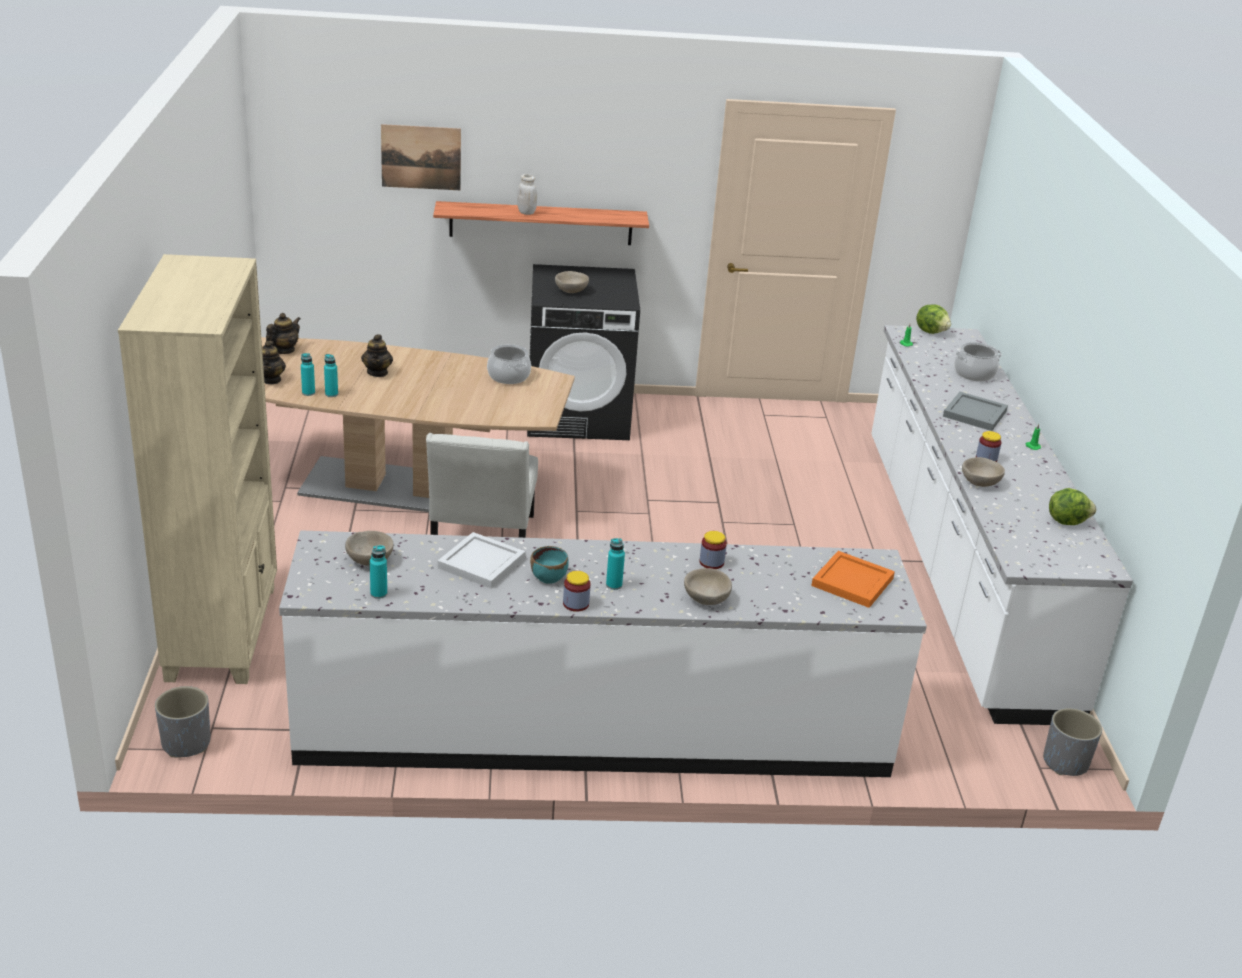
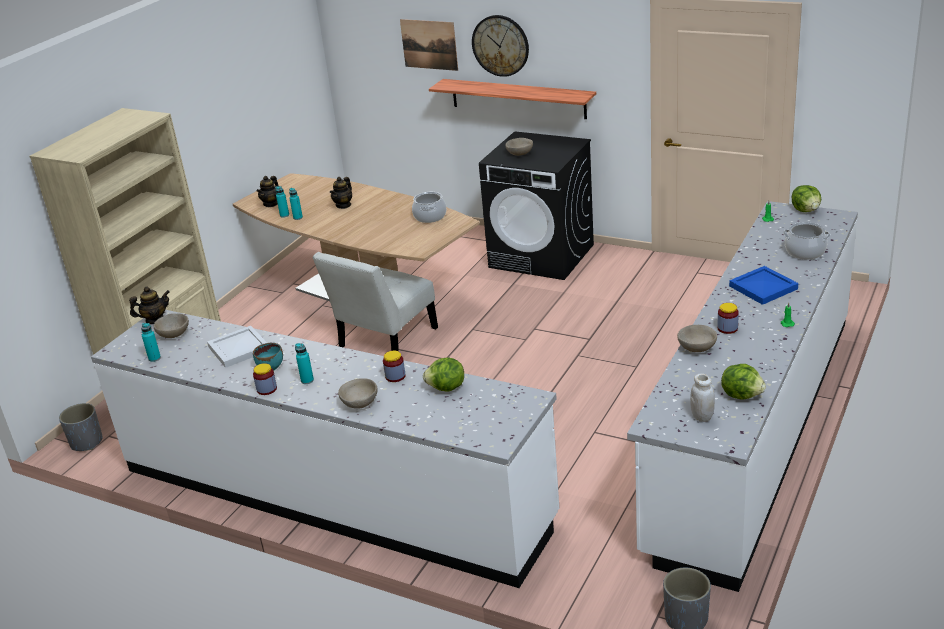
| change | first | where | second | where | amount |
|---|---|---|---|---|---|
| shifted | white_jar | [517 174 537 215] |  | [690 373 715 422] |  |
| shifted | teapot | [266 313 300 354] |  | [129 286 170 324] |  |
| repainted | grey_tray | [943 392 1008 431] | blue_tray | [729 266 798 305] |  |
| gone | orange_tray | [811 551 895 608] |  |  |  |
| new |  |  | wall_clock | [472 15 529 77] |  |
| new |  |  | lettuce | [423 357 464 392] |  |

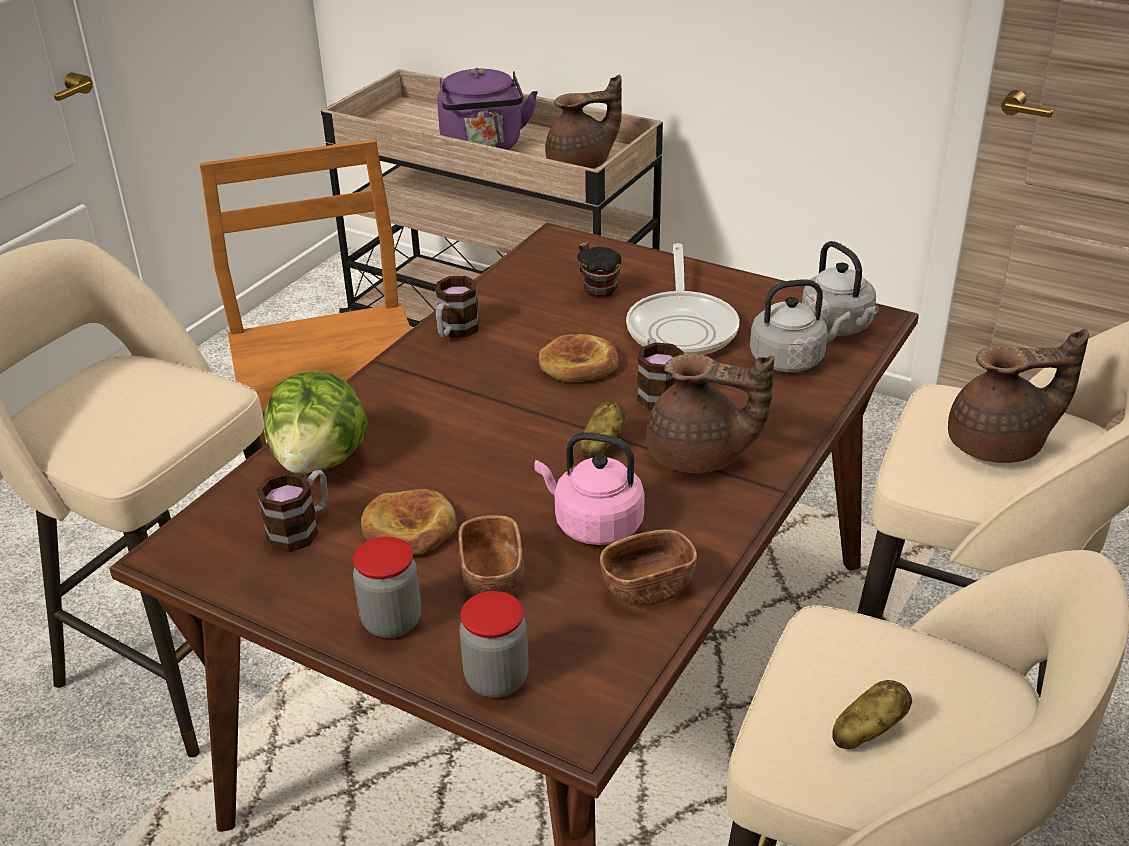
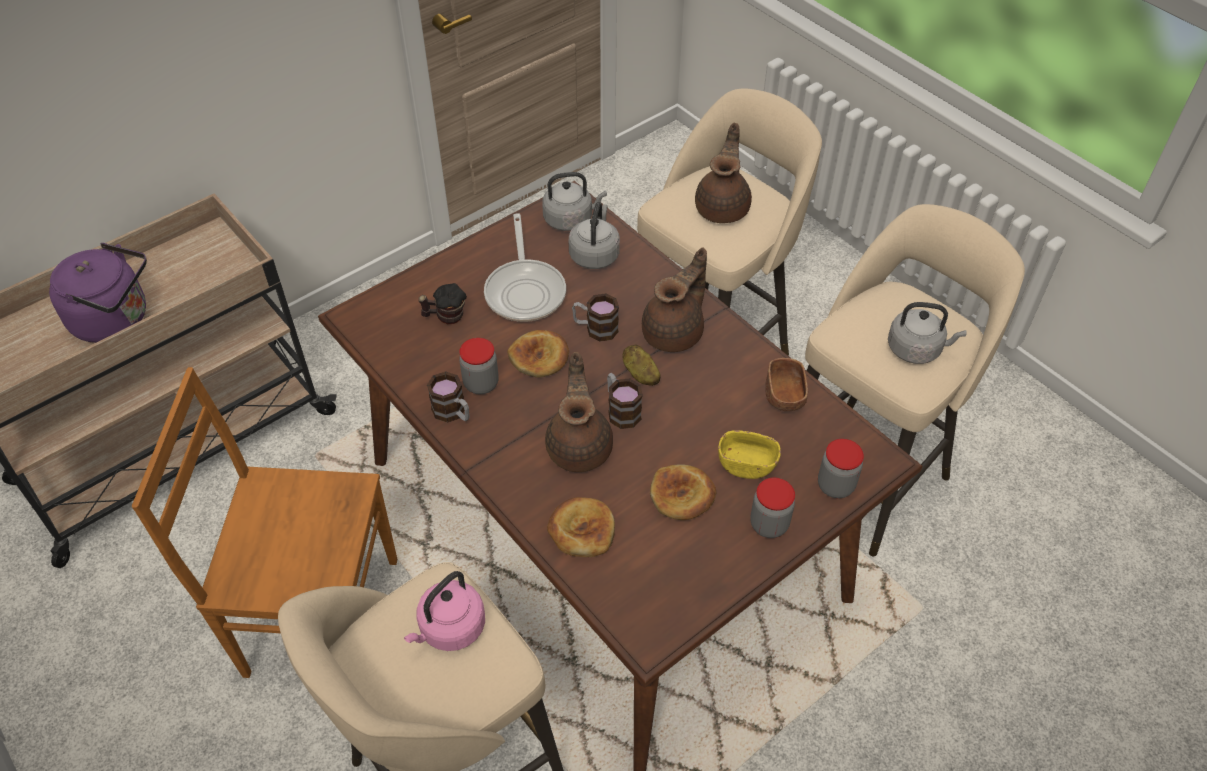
| change | first | where | second | where | amount |
|---|---|---|---|---|---|
| shifted | brown_teapot | [545 75 622 169] |  | [545 352 613 472] |  |
| rotated | frying_pan | [626 243 739 355] |  | [484 213 566 322] | 60 degrees clockwise |
| swapped | lettuce | [264 371 368 474] | bread | [547 497 615 557] |  |
| shifted | pink_kettle | [534 432 645 545] |  | [404 571 485 651] |  |
| shifted | mug | [256 470 328 552] |  | [607 373 643 429] |  |
| repainted | brown_bowl | [458 515 525 594] | yellow_bowl | [718 430 781 479] |  |
| swapped | potato | [832 680 912 749] | grey_kettle | [888 302 967 364] |  |
| new |  |  | jar | [459 338 499 394] |  |

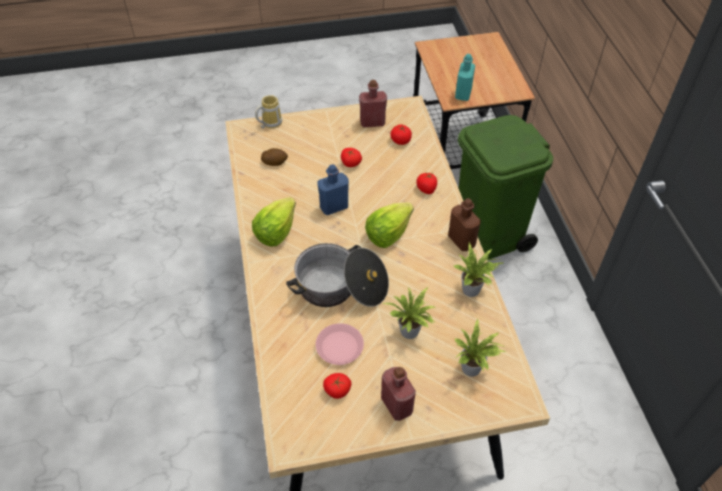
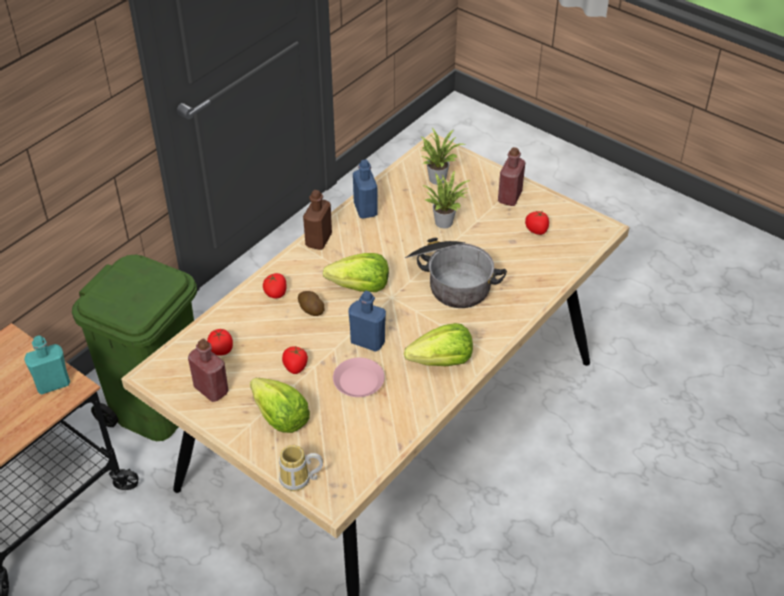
| change | first | where | second | where | amount |
|---|---|---|---|---|---|
| shifted | potato | [261 148 288 166] |  | [298 291 324 316] |  |
| swapped | potted_plant | [454 243 503 297] | blue_bottle | [353 159 378 219] |  |
| shifted | pink_plate | [316 323 364 365] |  | [333 358 385 397] |  |
| new |  |  | lettuce | [250 378 310 433] |  |

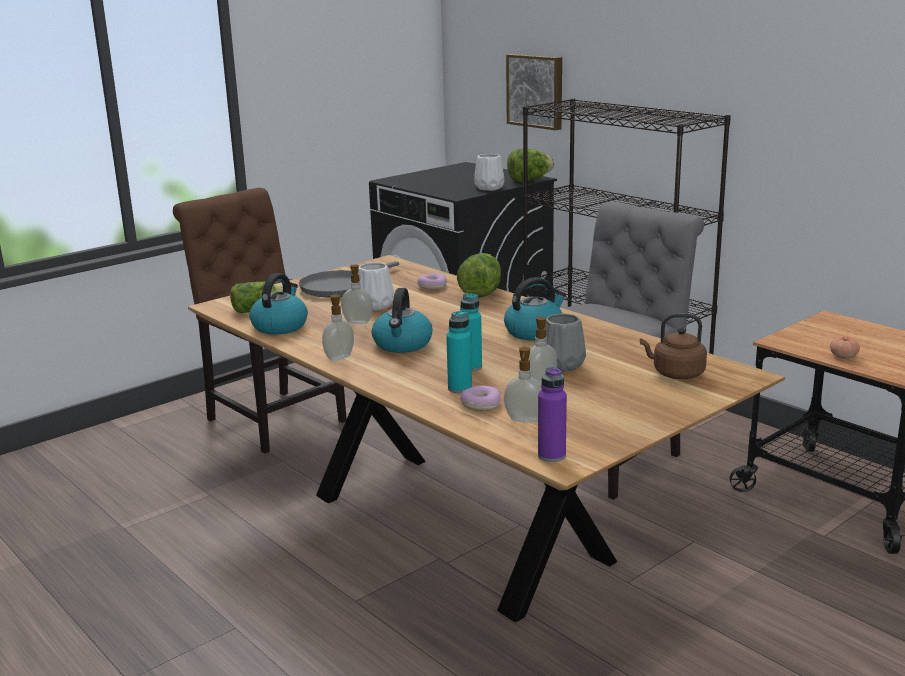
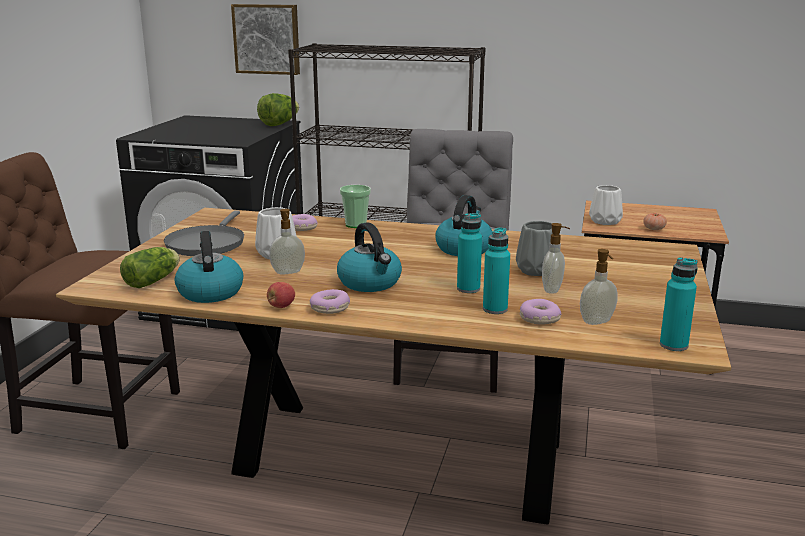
| change | first | where | second | where | amount |
|---|---|---|---|---|---|
| shifted | white_vase | [474 154 504 191] |  | [589 185 623 225] |  |
| swapped | lettuce | [457 253 501 298] | cup | [340 185 371 228] |  |
| swapped | soap_dispenser | [322 295 354 361] | donut | [310 289 350 314] |  |
| gone | brown_kettle | [640 313 707 379] |  |  |  |
| repainted | purple_bottle | [538 367 567 462] | turquoise_bottle | [660 257 698 351] |  |
| new |  |  | apple | [267 282 295 308] |  |

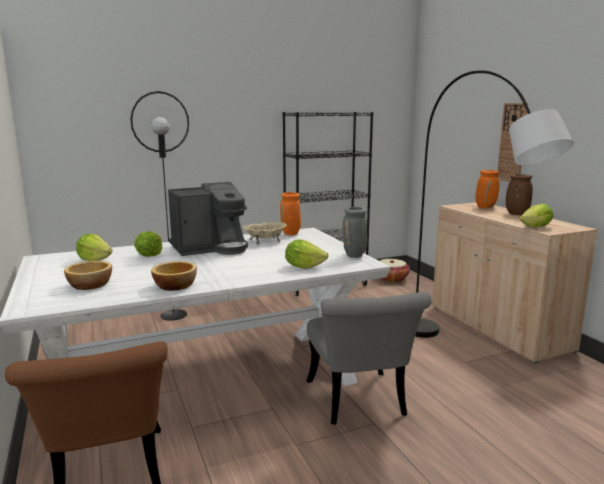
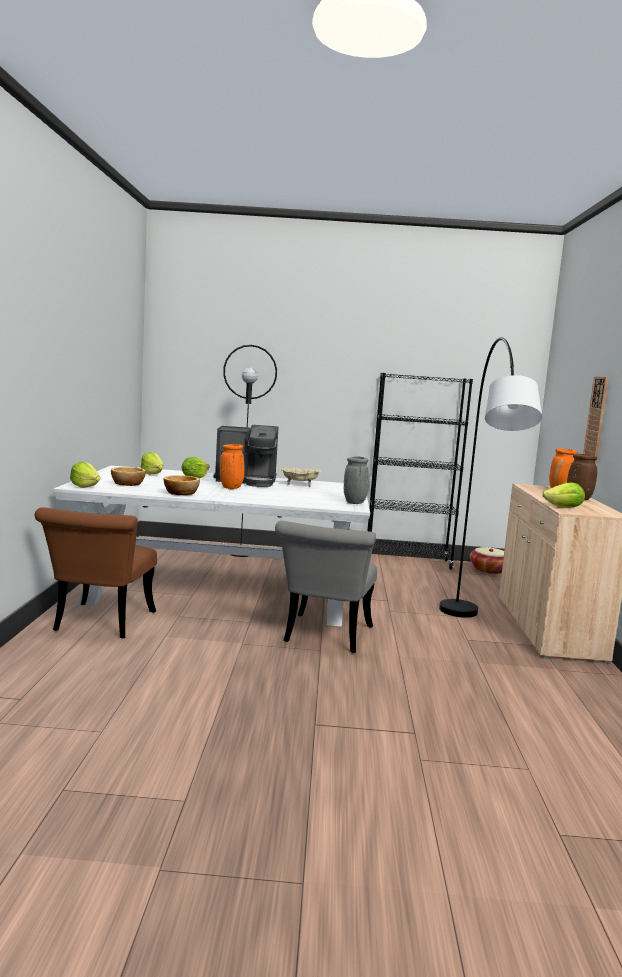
| change | first | where | second | where | amount |
|---|---|---|---|---|---|
| shifted | orange_vase | [280 192 301 235] |  | [220 444 244 489] |  |
| shifted | lettuce | [285 239 329 269] |  | [70 462 100 488] |  |

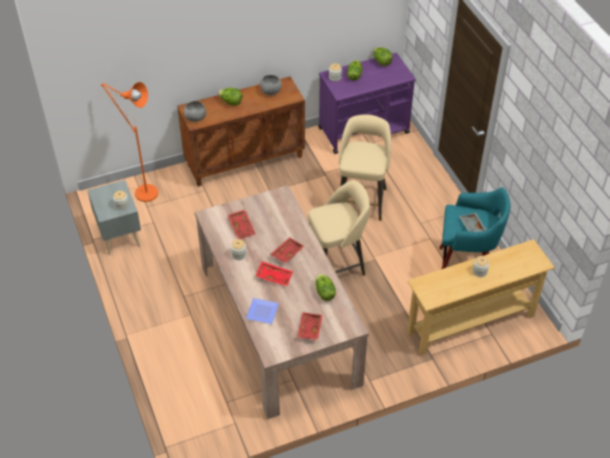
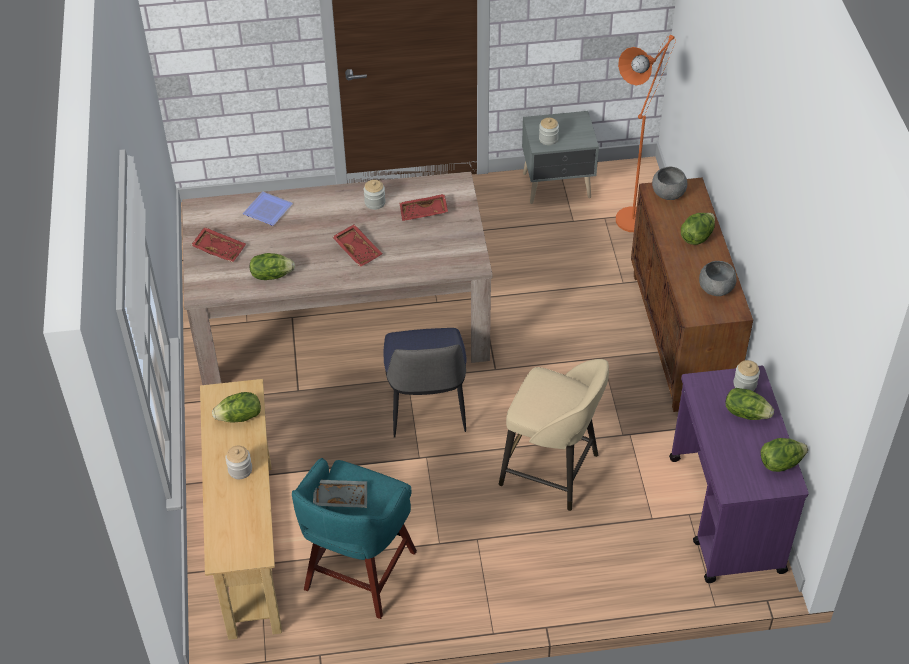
| change | first | where | second | where | amount |
|---|---|---|---|---|---|
| swapped | beige_stool | [308 180 370 276] | chair | [383 328 466 438] |  |
| gone | red_tray | [256 261 293 286] |  |  |  |
| new |  |  | lettuce | [212 392 261 422] |  |

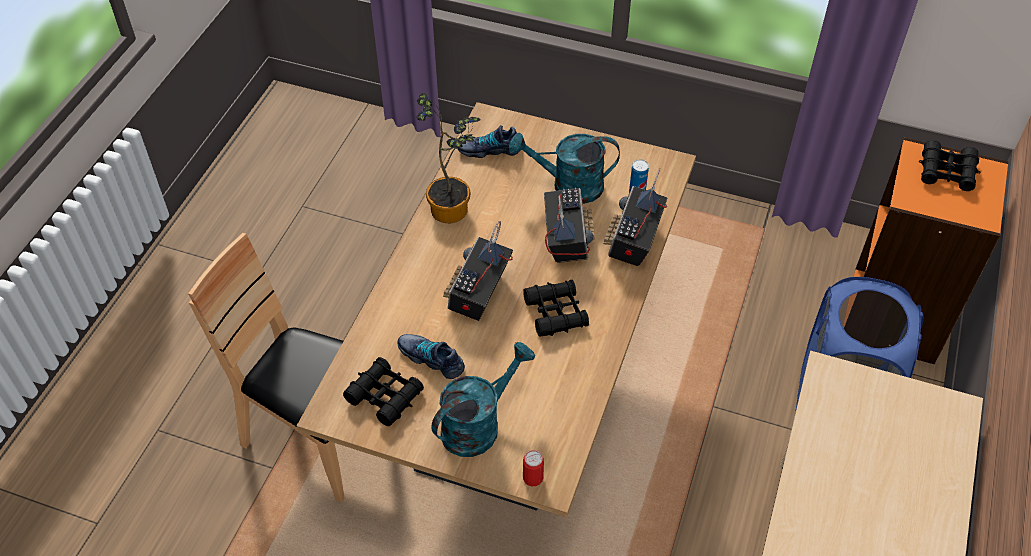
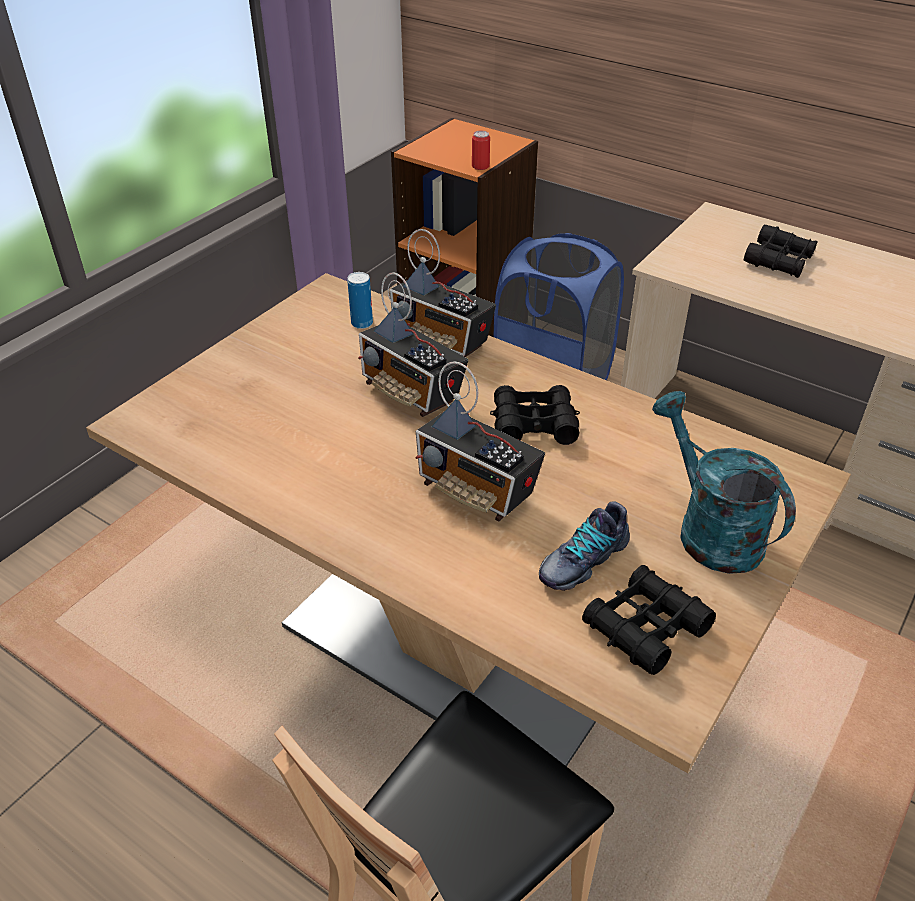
| change | first | where | second | where | amount |
|---|---|---|---|---|---|
| gone | potted_plant | [416 93 481 223] |  |  |  |
| gone | shoe | [458 125 520 158] |  |  |  |
| gone | turquoise_watering_can | [509 133 620 204] |  |  |  |
| shifted | black_binoculars | [919 140 980 191] |  | [744 225 817 278] |  |
| rotated | radio | [544 188 595 263] |  | [358 272 468 417] | 150 degrees counterclockwise |
| shifted | can | [523 450 544 486] |  | [472 131 490 170] |  |

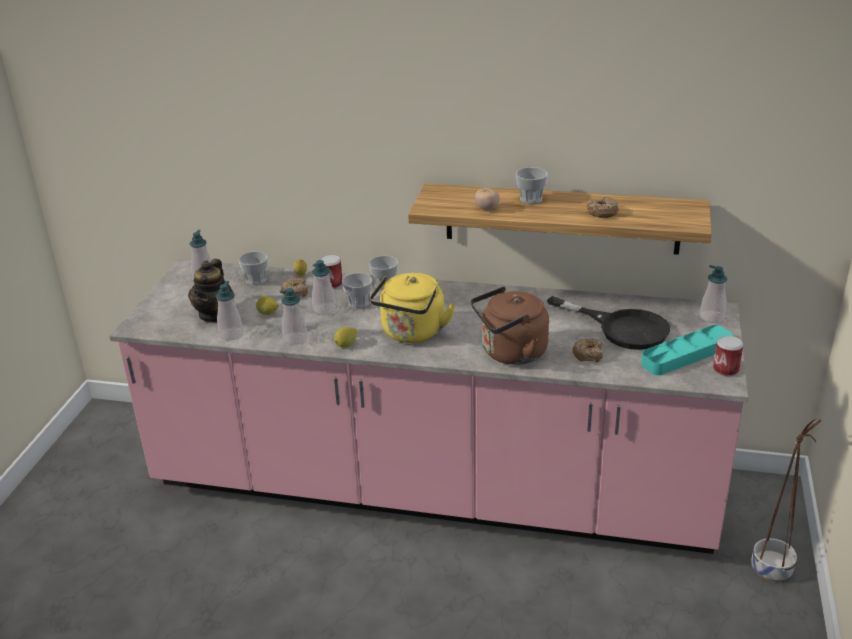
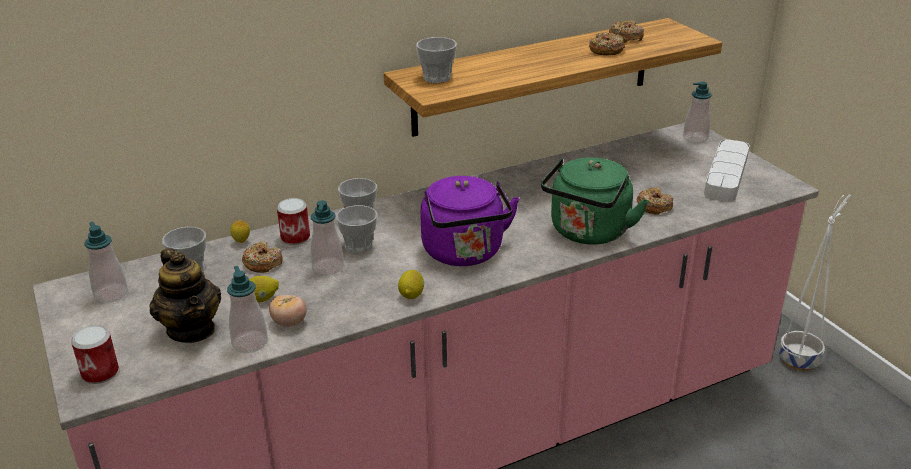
| change | first | where | second | where | amount |
|---|---|---|---|---|---|
| shifted | cup | [516 167 548 204] |  | [416 37 457 83] |  |
| shifted | tomato | [475 188 500 210] |  | [269 295 307 327] |  |
| repainted | yellow_kettle | [369 273 456 343] | purple_kettle | [420 176 519 266] |  |
| repainted | brown_kettle | [471 287 549 365] | green_kettle | [541 157 649 244] |  |
| gone | soap_dispenser | [279 288 307 345] |  |  |  |
| gone | black_frying_pan | [547 296 670 350] |  |  |  |
| repainted | turquoise_tray | [641 325 733 375] | grey_tray | [704 139 750 202] |  |
| shifted | can | [713 336 743 376] |  | [71 325 119 384] |  |
| repainted | brown_planter | [751 418 821 581] | white_planter | [779 194 851 371] |  |
| new |  |  | donut | [609 20 644 43] |  |

